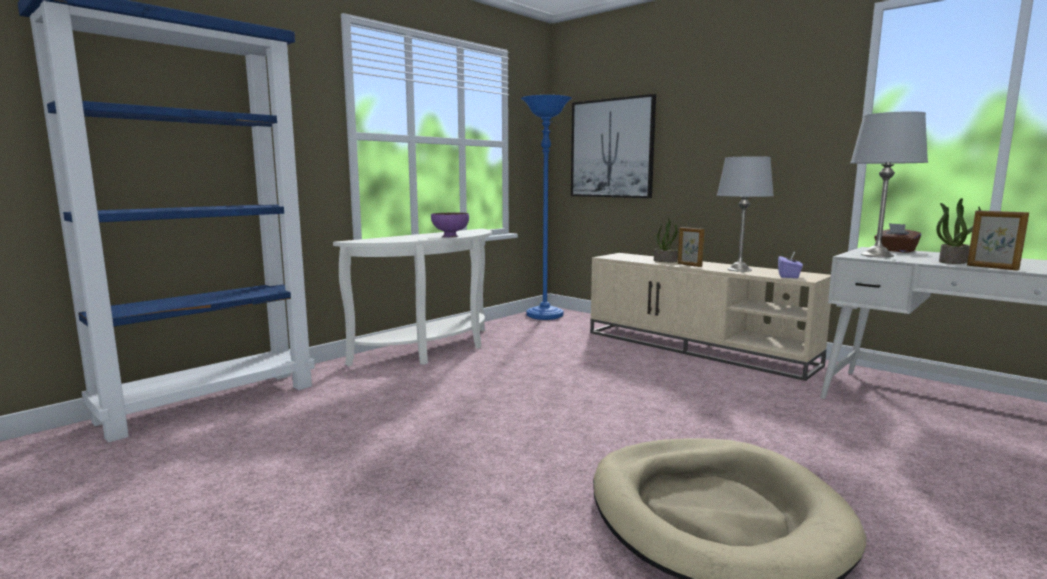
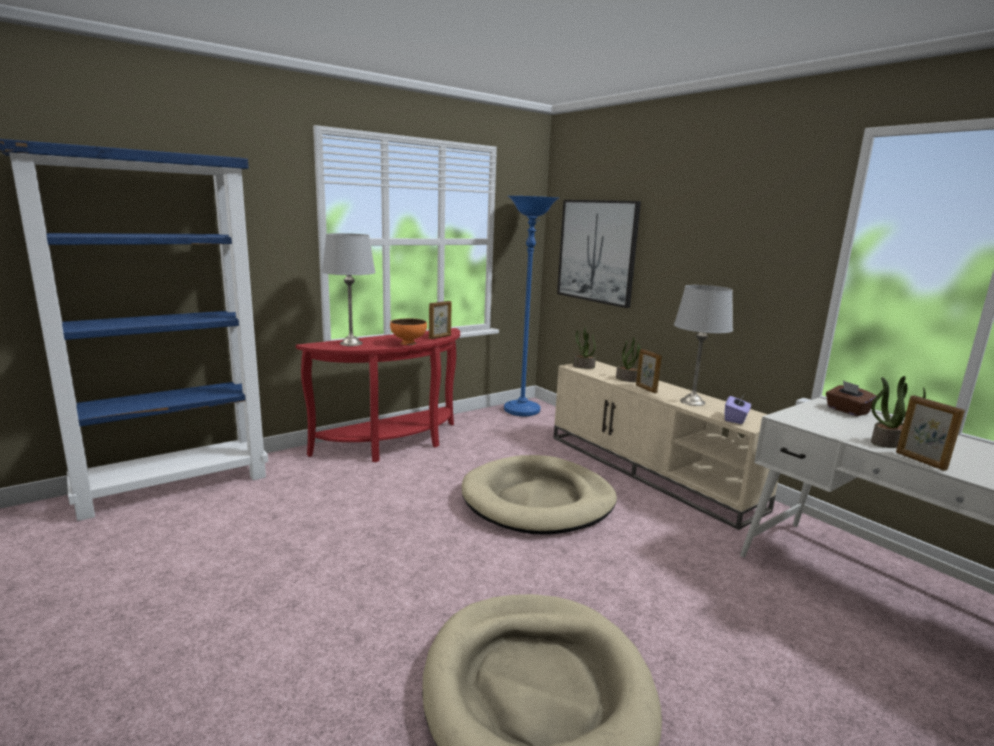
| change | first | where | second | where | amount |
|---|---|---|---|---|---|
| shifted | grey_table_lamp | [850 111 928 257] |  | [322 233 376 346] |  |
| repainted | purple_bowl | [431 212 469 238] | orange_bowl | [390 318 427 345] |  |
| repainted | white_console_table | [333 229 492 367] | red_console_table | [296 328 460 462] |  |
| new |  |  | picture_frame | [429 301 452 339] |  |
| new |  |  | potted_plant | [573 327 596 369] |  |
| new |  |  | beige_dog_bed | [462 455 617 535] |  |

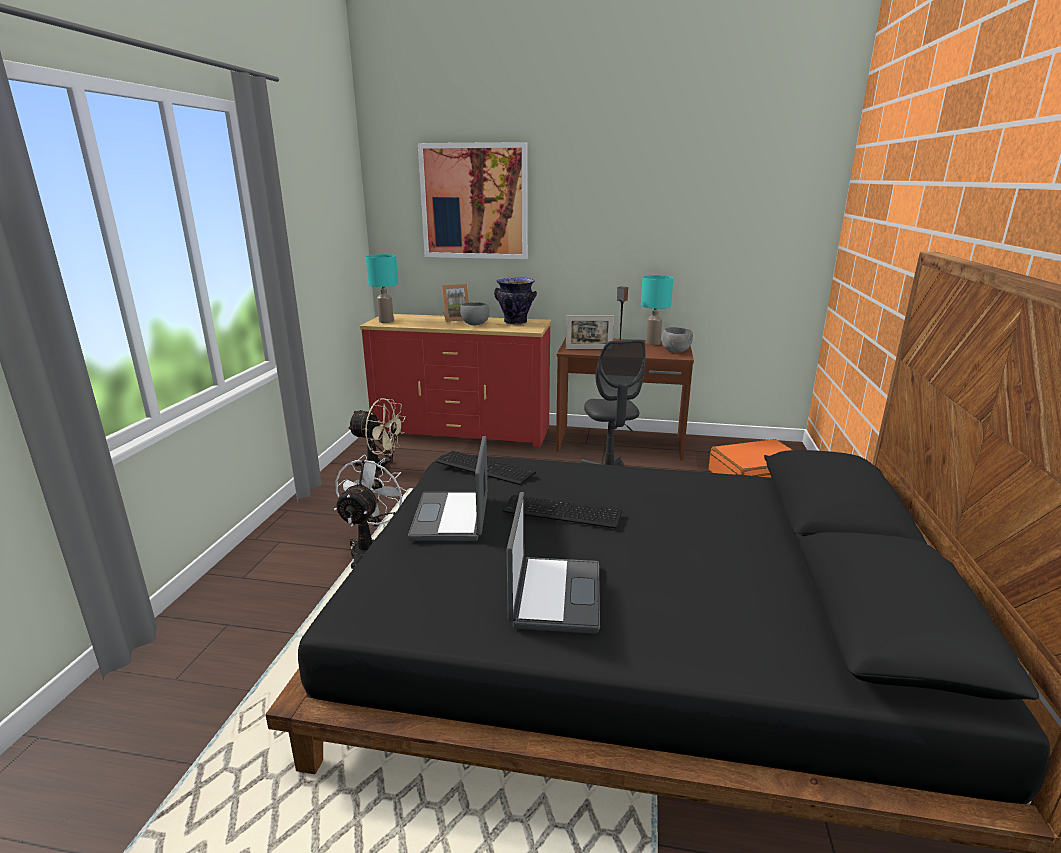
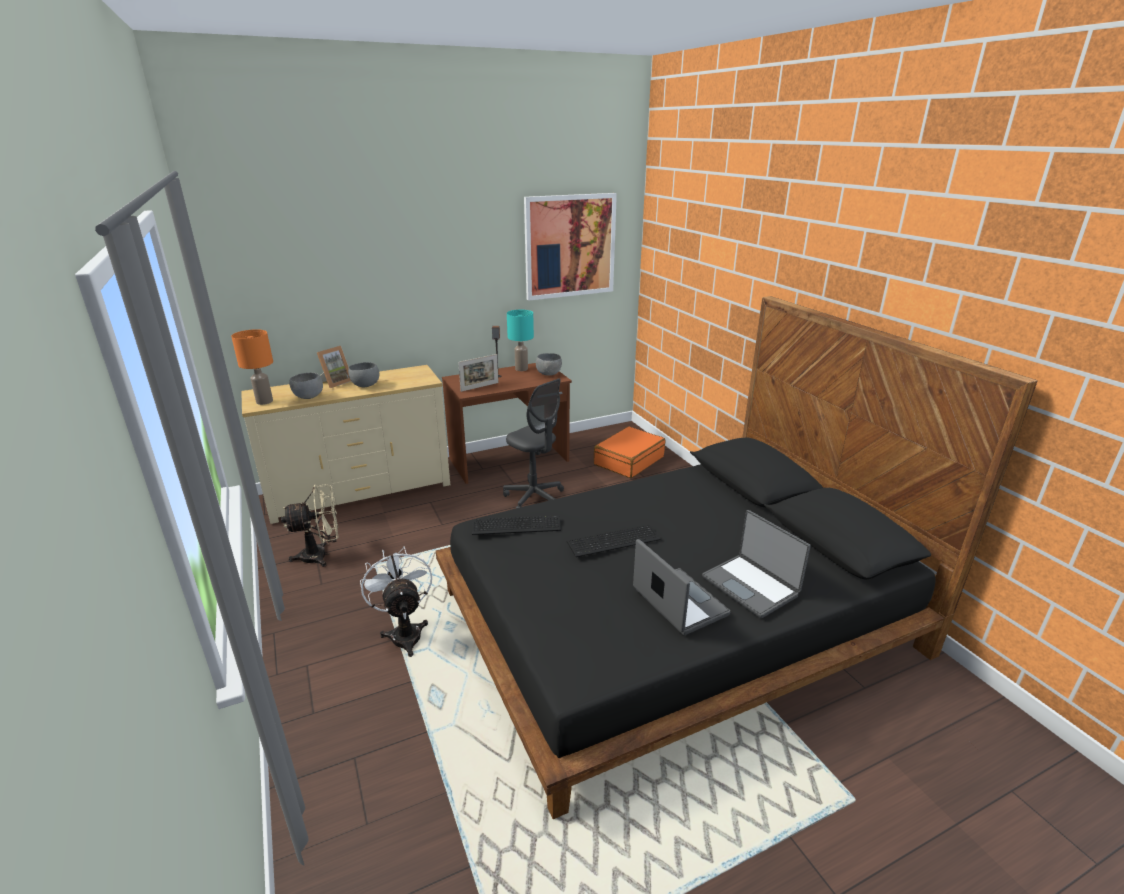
| change | first | where | second | where | amount |
|---|---|---|---|---|---|
| shifted | picture | [418 142 528 259] |  | [524 193 617 301] |  |
| repainted | turquoise_table_lamp | [366 254 398 323] | orange_table_lamp | [231 329 273 405] |  |
| gone | vase | [494 278 537 325] |  |  |  |
| repainted | red_dresser | [360 314 551 448] | beige_dresser | [241 365 450 524] |  |
| shifted | laptop | [408 436 488 541] |  | [702 510 811 618] |  |
| new |  |  | grey_bowl | [289 372 323 399] |  |

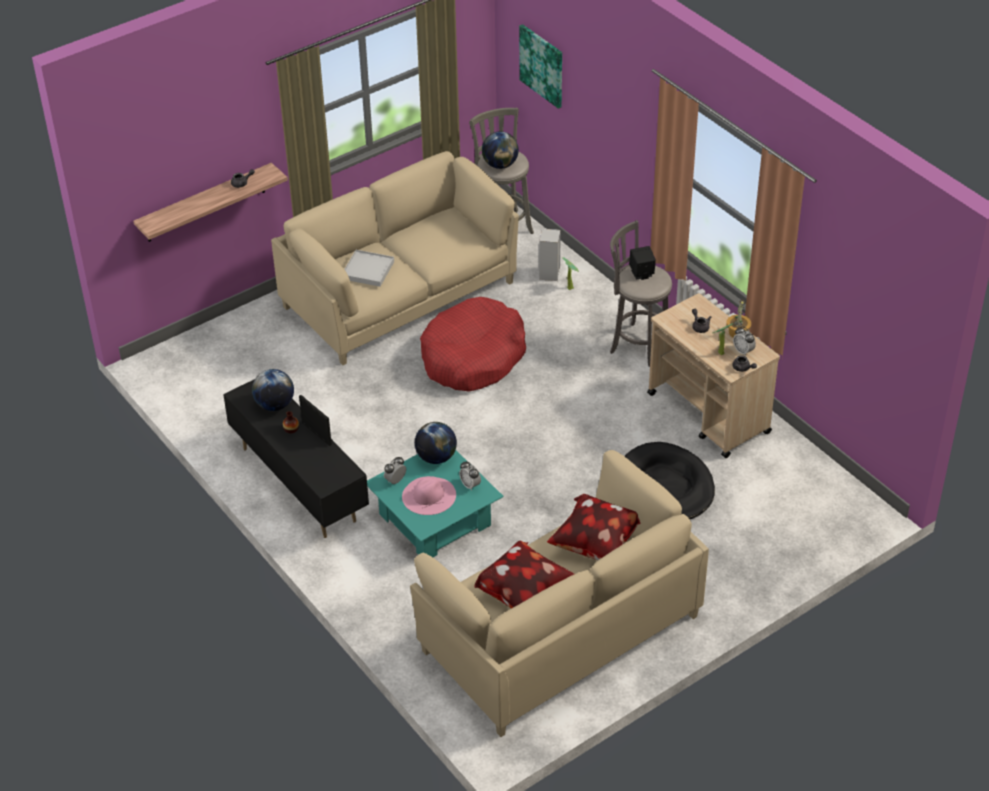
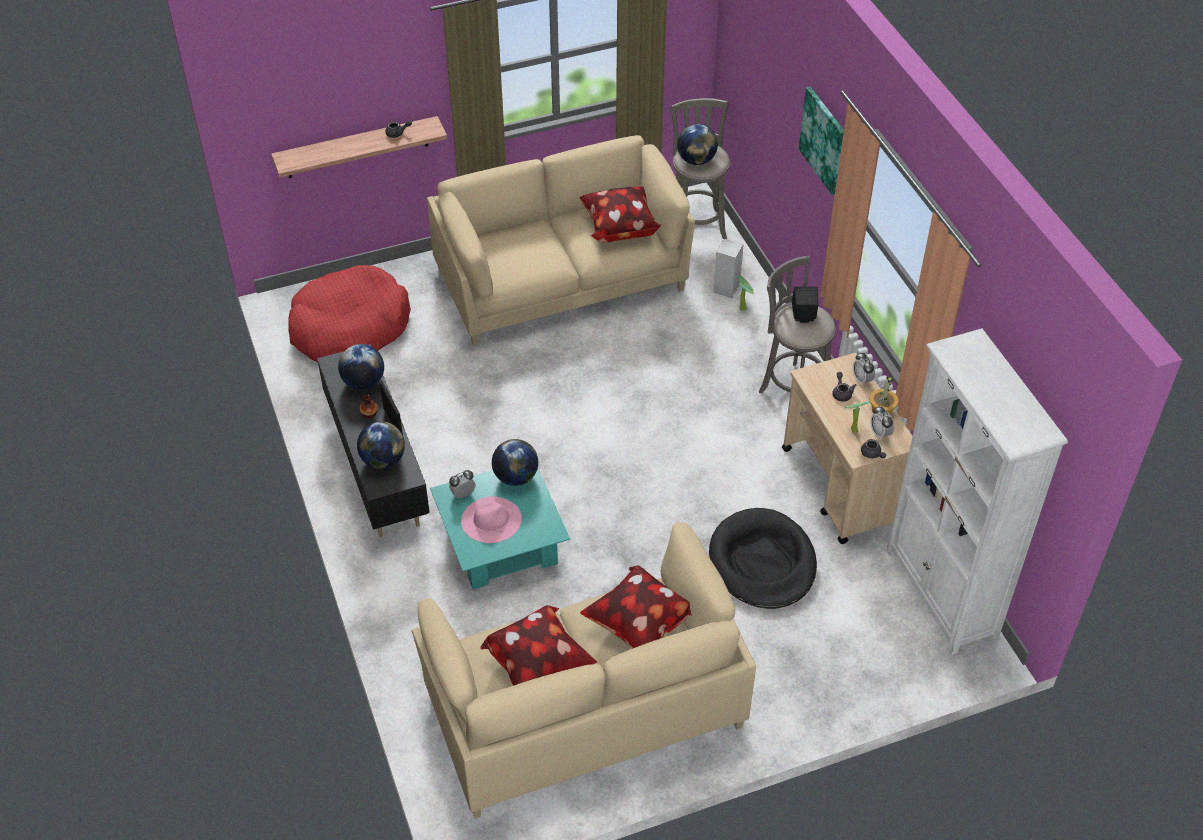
| change | first | where | second | where | amount |
|---|---|---|---|---|---|
| shifted | picture | [519 24 562 109] |  | [799 87 844 195] |  |
| gone | white_tray | [344 250 394 287] |  |  |  |
| shifted | red_dog_bed | [420 297 526 392] |  | [288 265 411 362] |  |
| shifted | alarm_clock | [459 461 481 491] |  | [853 352 875 386] |  |
| new |  |  | pillow | [580 186 661 243] |  |
| new |  |  | white_bookcase | [886 328 1068 655] |  |
| new |  |  | globe | [357 421 405 469] |  |

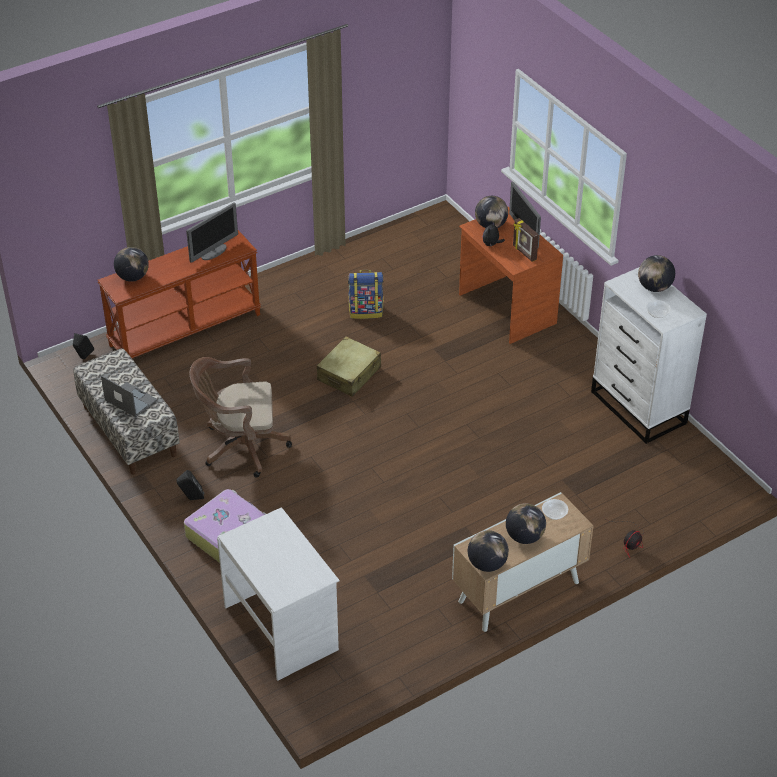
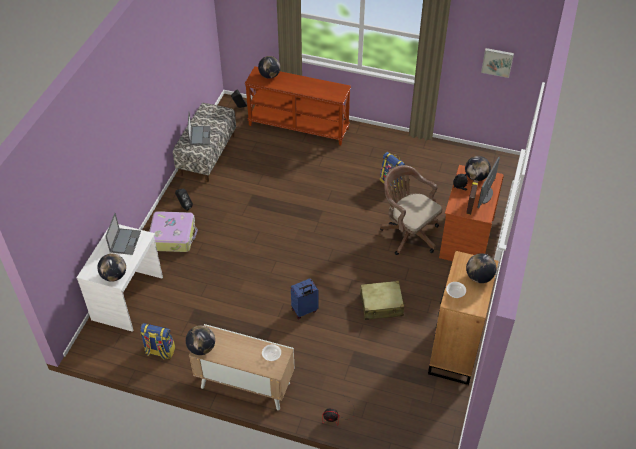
| change | first | where | second | where | amount |
|---|---|---|---|---|---|
| gone | monitor | [186 202 238 263] |  |  |  |
| repainted | white_dresser | [591 268 707 444] | brown_dresser | [428 251 499 385] |  |
| shifted | beige_suitcase | [317 336 381 397] |  | [360 281 405 320] |  |
| shifted | brown_office_chair | [189 357 292 478] |  | [380 165 443 255] |  |
| shifted | globe | [506 503 546 544] |  | [97 253 126 282] |  |
| new |  |  | picture | [481 48 514 78] |  |
| new |  |  | laptop | [105 213 141 255] |  |
| new |  |  | blue_suitcase | [291 278 318 319] |  |
| new |  |  | backpack | [141 323 175 360] |  |

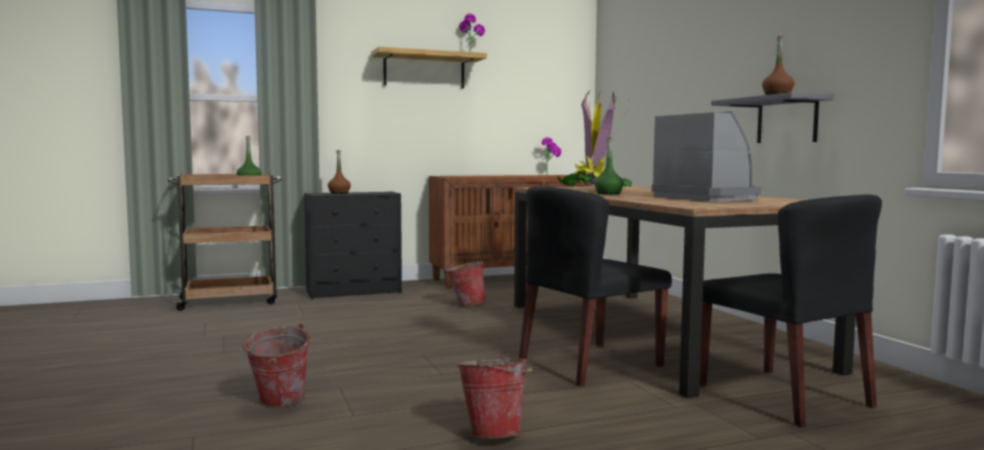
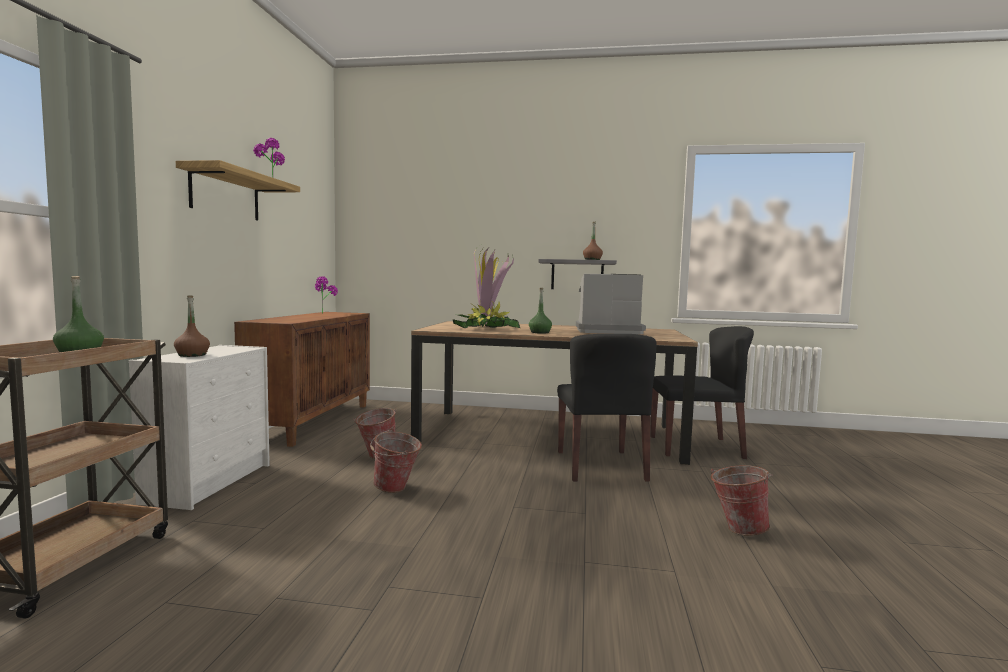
| change | first | where | second | where | amount |
|---|---|---|---|---|---|
| repainted | black_dresser | [304 191 402 299] | white_dresser | [129 345 270 510] |  |
| shifted | bucket | [240 324 310 408] |  | [370 428 422 493] |  |

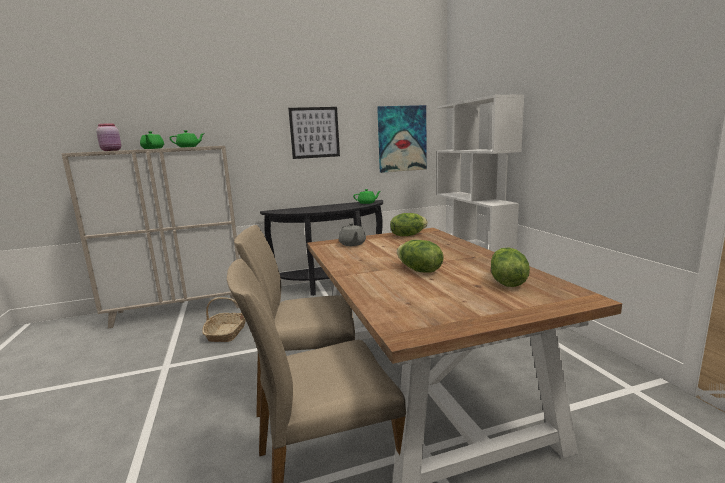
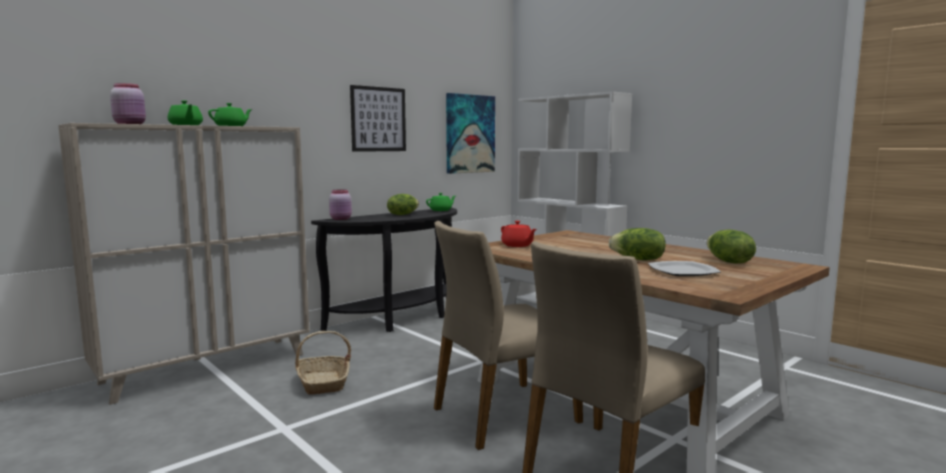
| change | first | where | second | where | amount |
|---|---|---|---|---|---|
| shifted | lettuce | [390 213 428 236] |  | [387 194 419 215] |  |
| repainted | grey_teapot | [338 223 366 246] | red_teapot | [501 221 537 247] |  |
| new |  |  | pink_jar | [329 189 352 220] |  |
| new |  |  | plate | [648 261 721 276] |  |

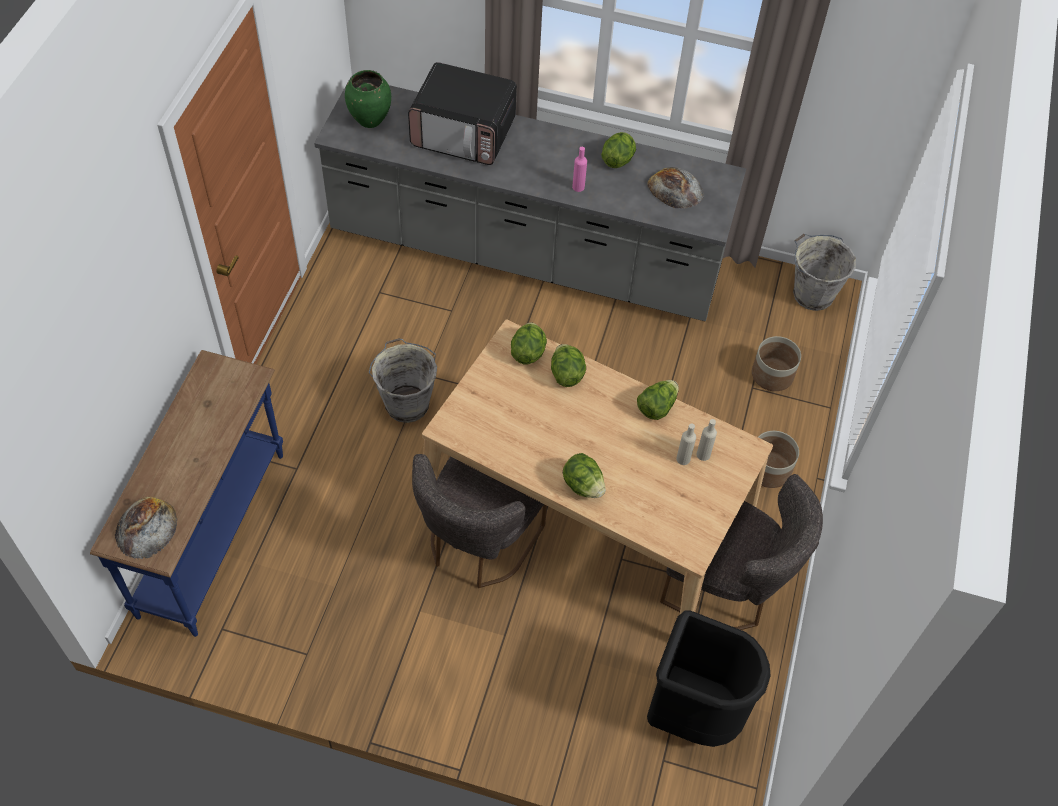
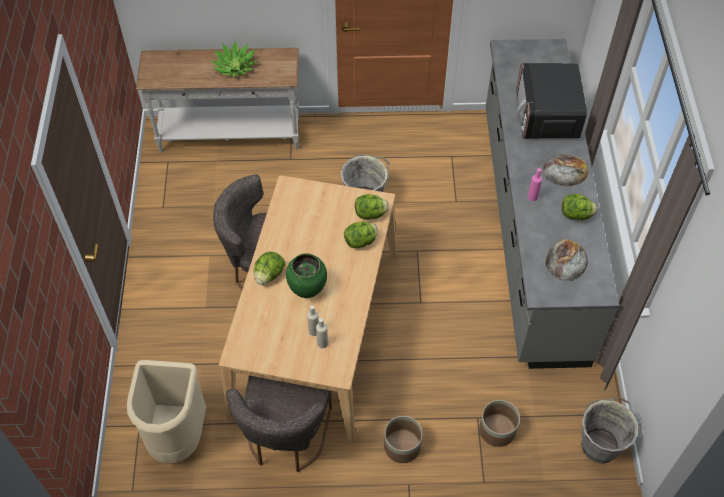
| change | first | where | second | where | amount |
|---|---|---|---|---|---|
| shifted | green_vase | [345 70 391 128] |  | [286 253 327 298] |  |
| repainted | blue_console_table | [90 350 283 637] | white_console_table | [136 48 299 152] |  |
| gone | lettuce | [637 380 679 420] |  |  |  |
| shifted | bread | [115 497 177 559] |  | [542 154 588 186] |  |
| repainted | black_trash_can | [647 611 771 747] | beige_trash_can | [127 360 206 463] |  |
| new |  |  | potted_plant | [211 41 257 77] |  |

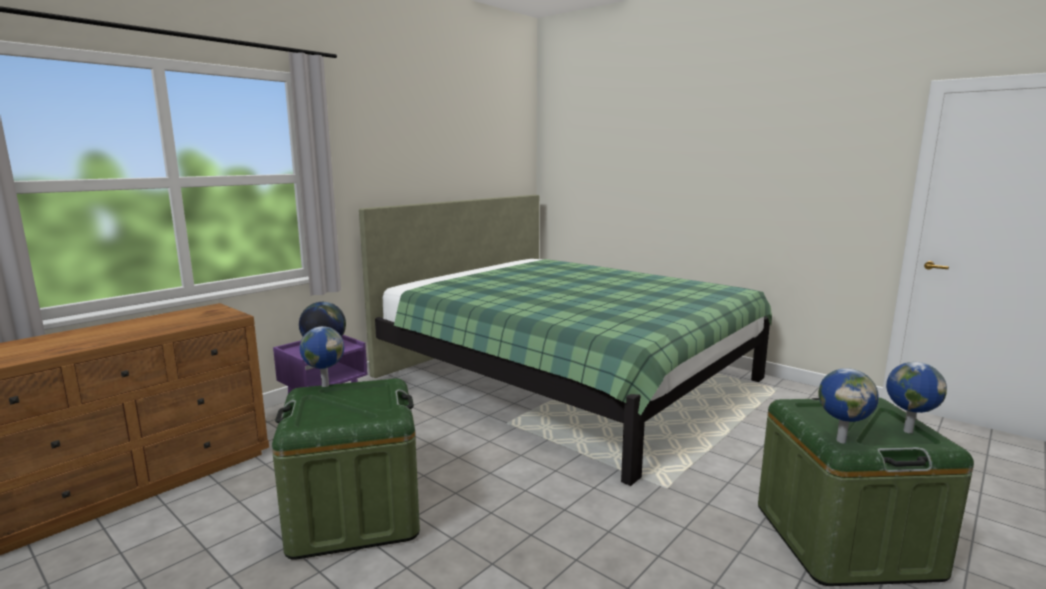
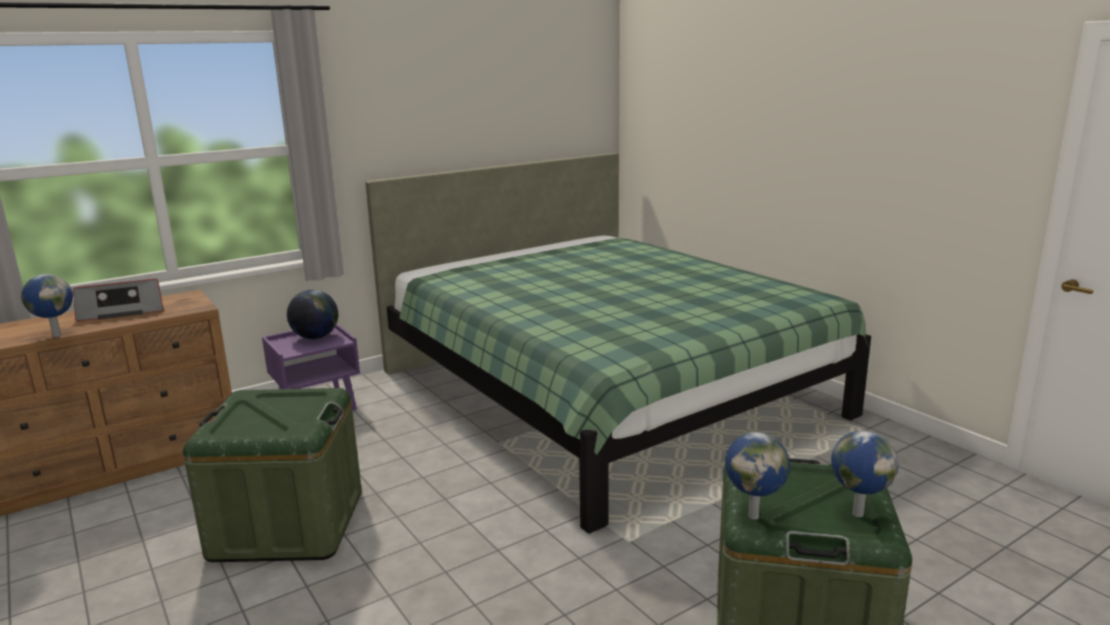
| change | first | where | second | where | amount |
|---|---|---|---|---|---|
| shifted | globe | [300 326 344 387] |  | [21 274 73 337] |  |
| new |  |  | radio | [73 279 164 321] |  |

